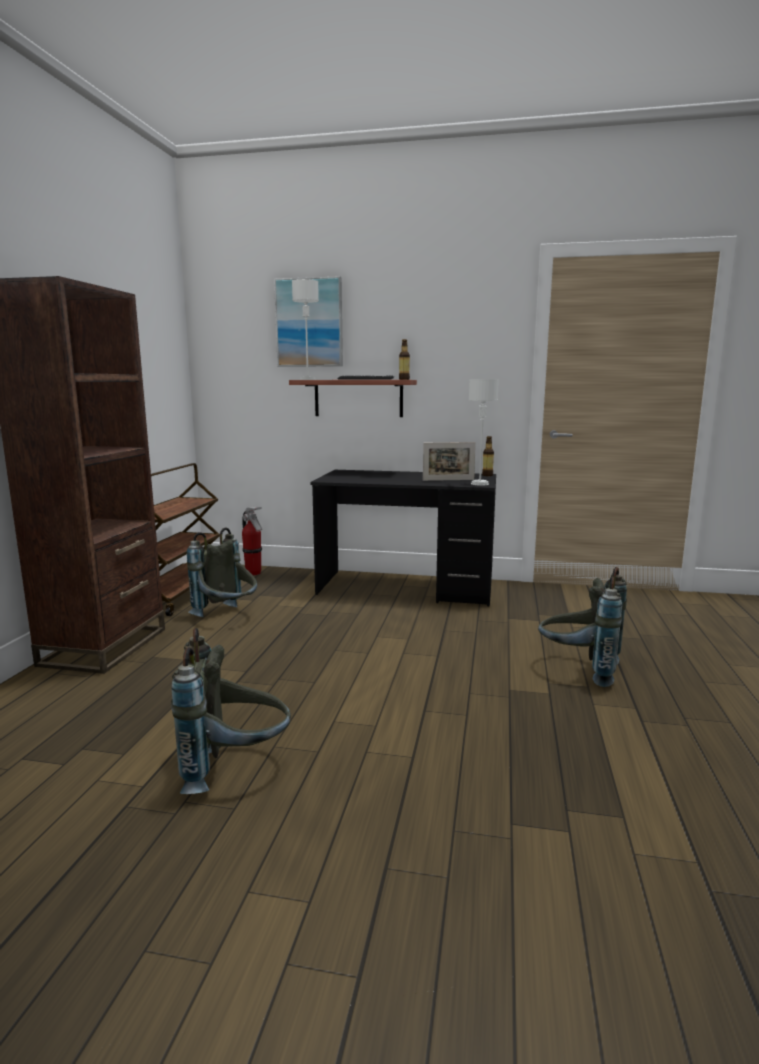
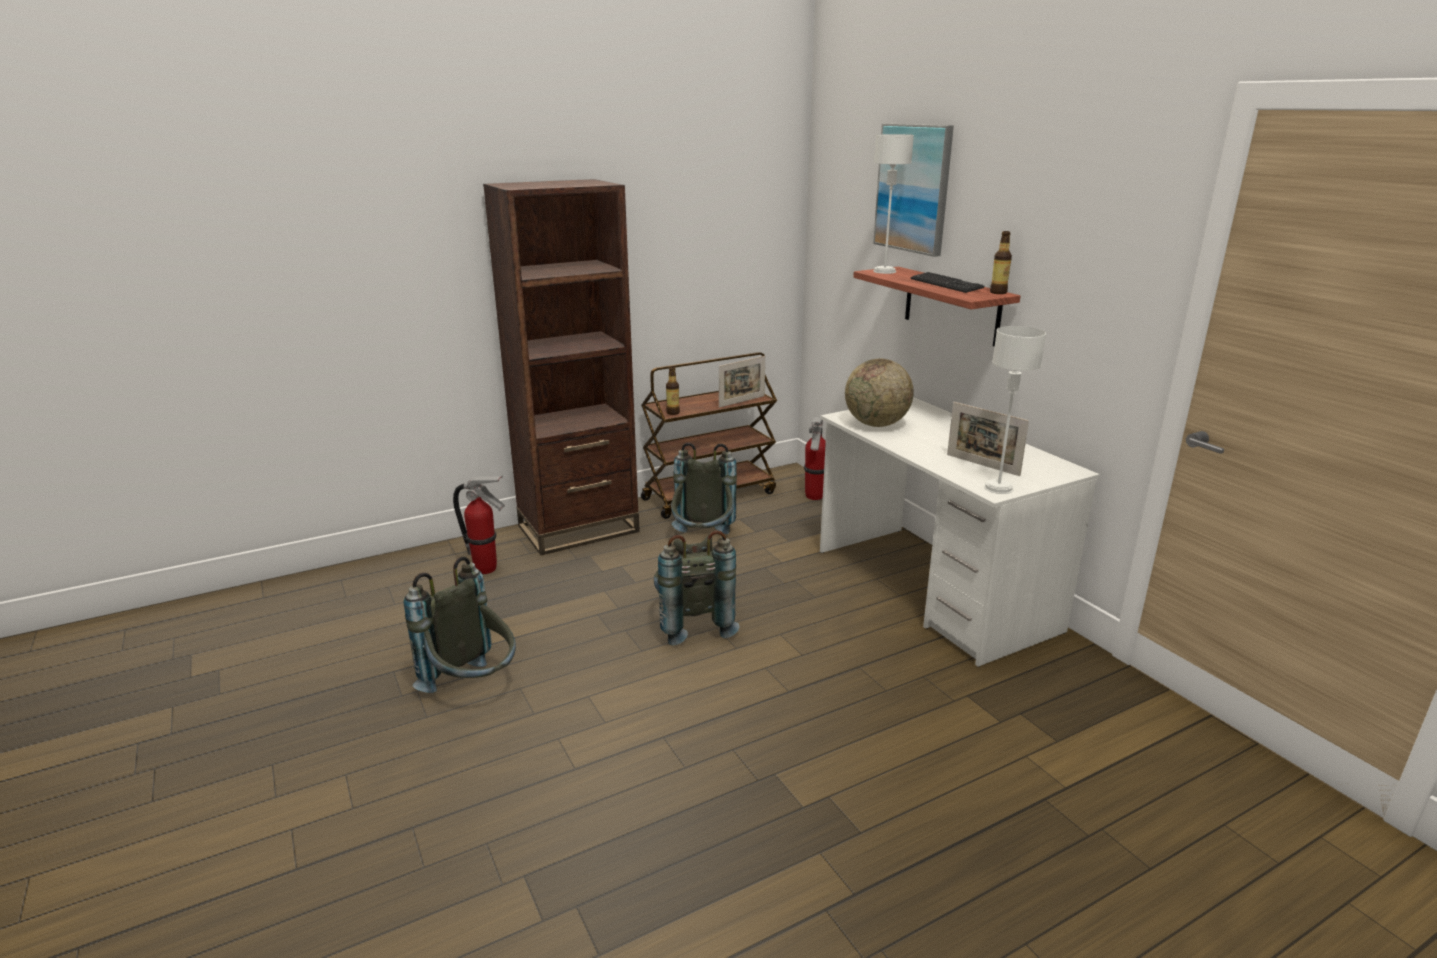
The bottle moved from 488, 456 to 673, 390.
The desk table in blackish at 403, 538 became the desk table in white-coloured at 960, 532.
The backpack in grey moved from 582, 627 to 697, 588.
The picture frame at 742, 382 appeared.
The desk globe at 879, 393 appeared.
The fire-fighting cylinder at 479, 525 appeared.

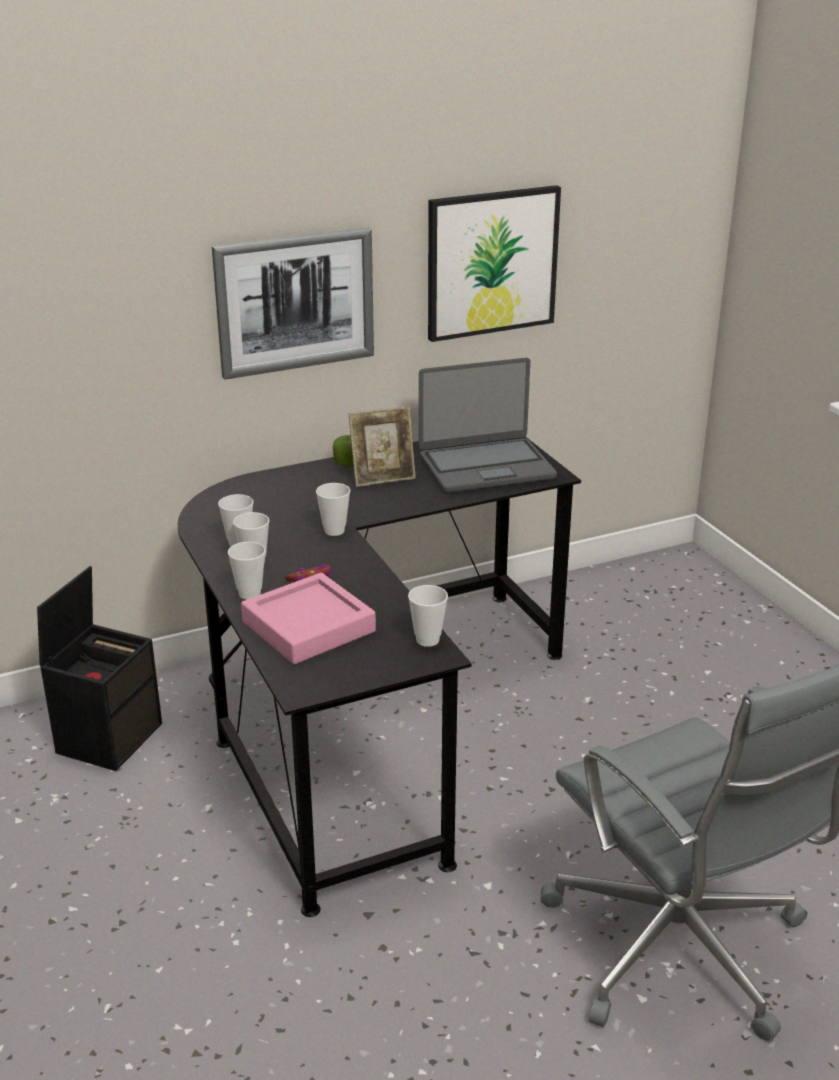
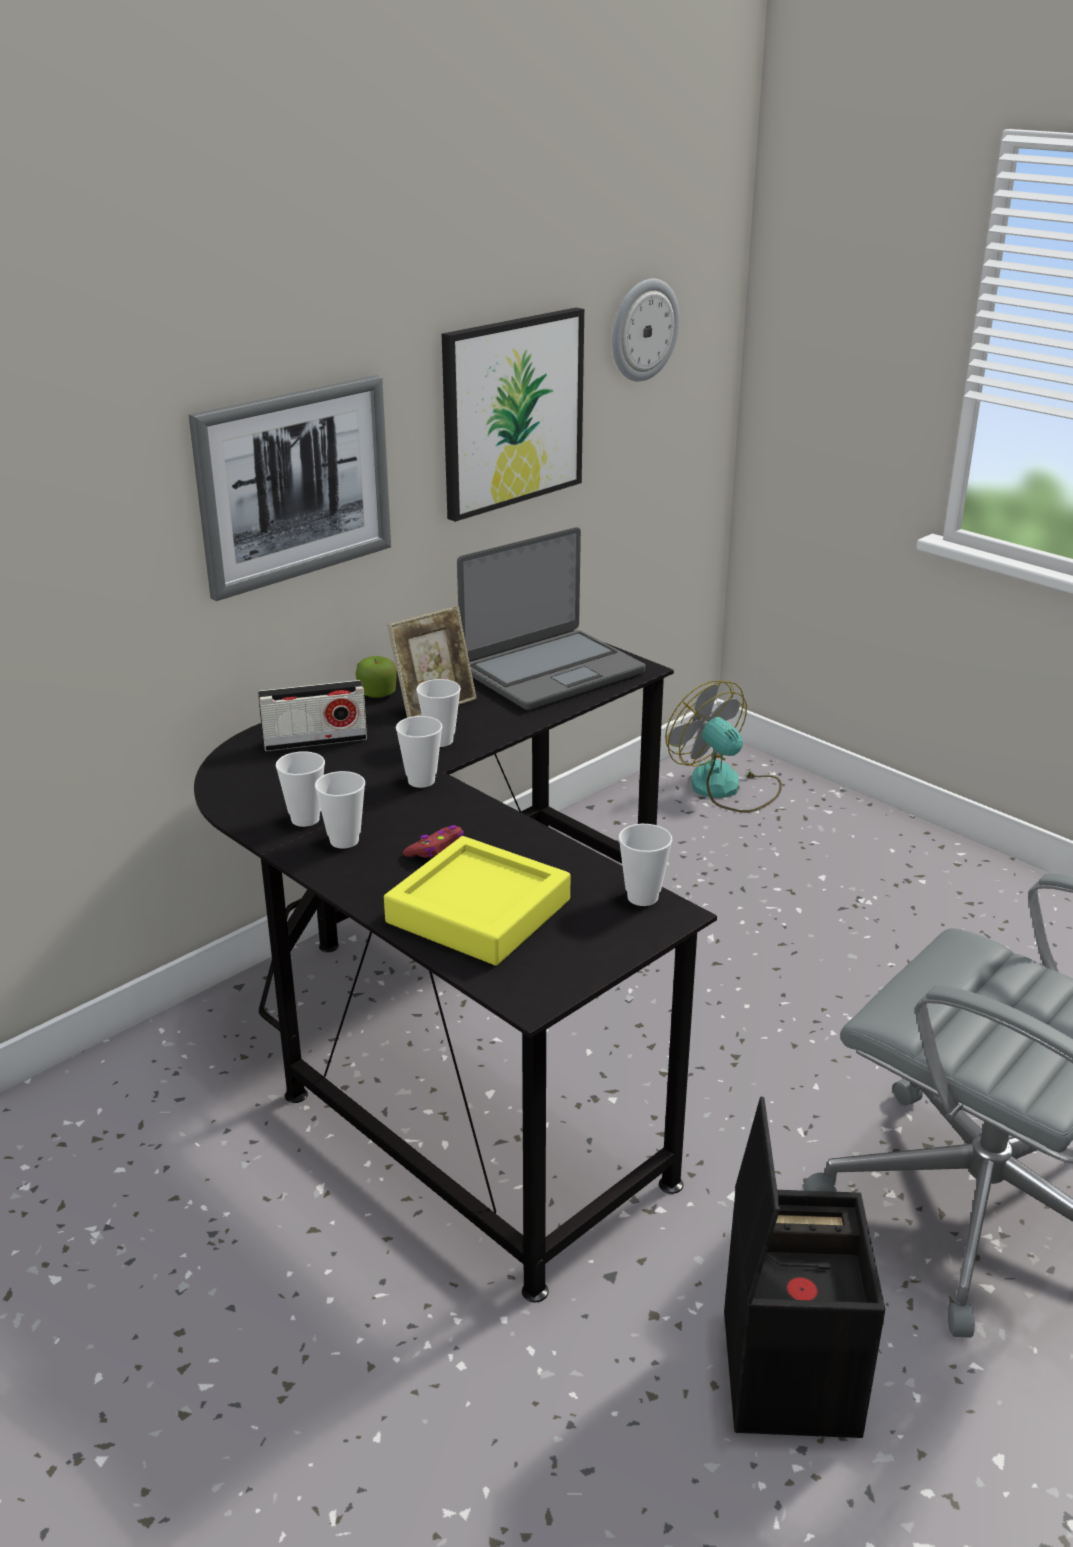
The small cup moved from 247, 570 to 438, 713.
The storage box in blackish moved from 99, 668 to 804, 1267.
The carrying tray in pink at 308, 618 became the carrying tray in yellow-coloured at 477, 901.
The wall clock at 646, 330 appeared.
The radio receiver at 312, 715 appeared.
The electric fan at 723, 746 appeared.

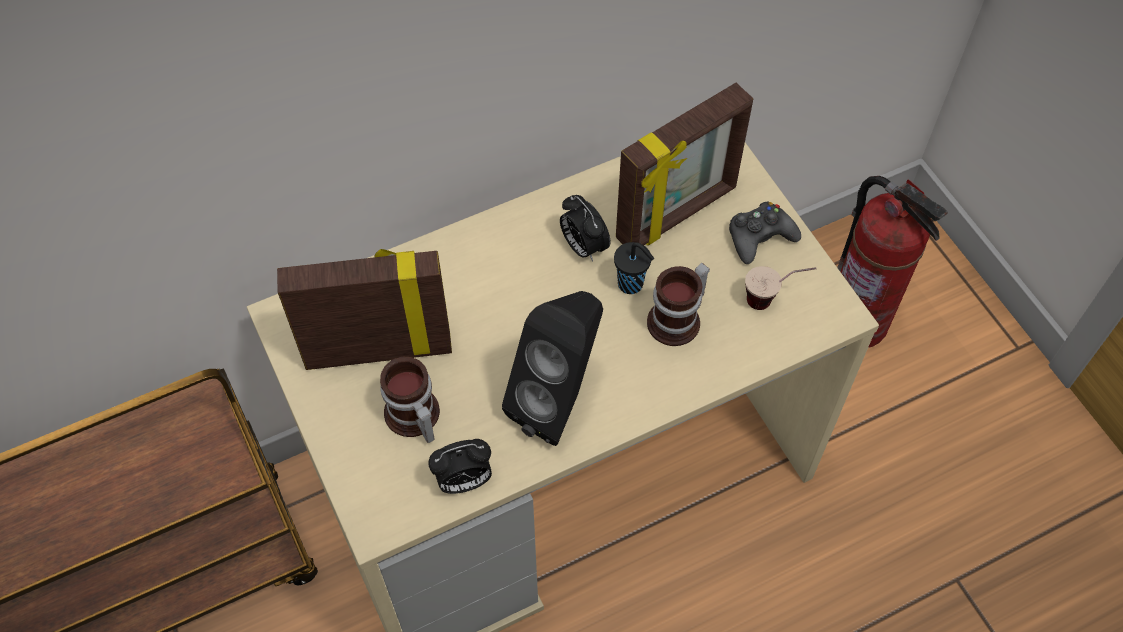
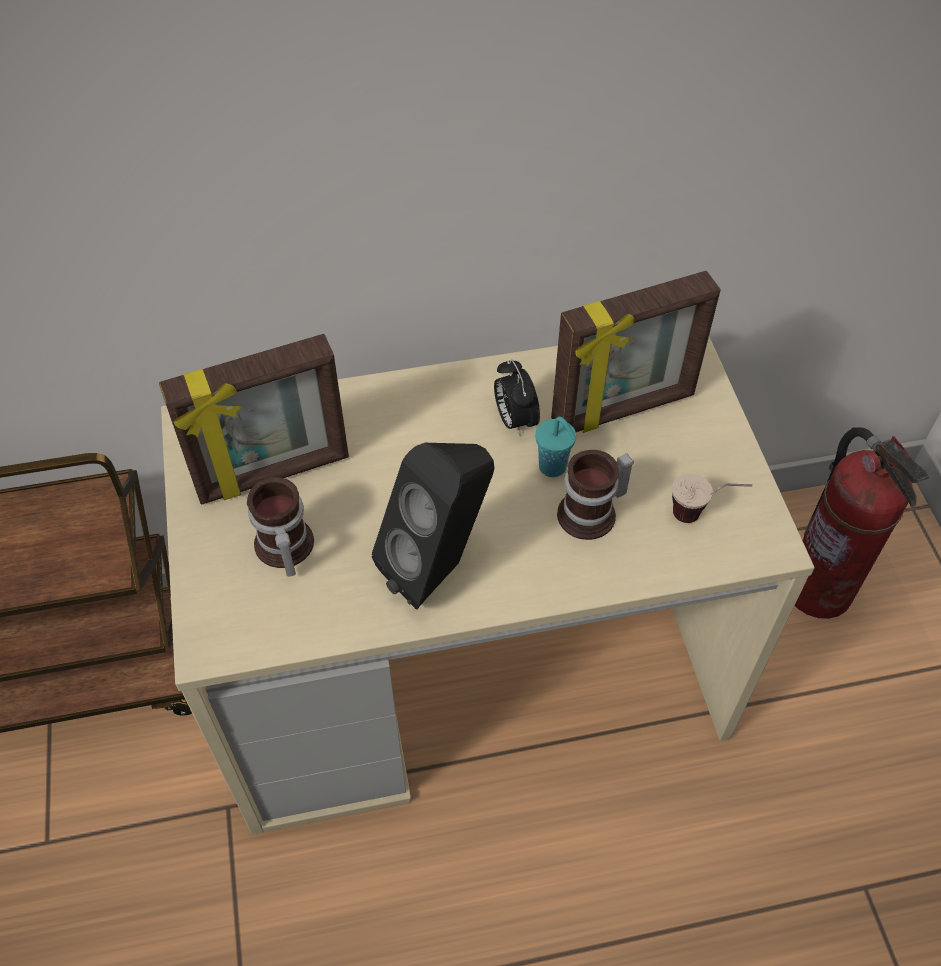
The joypad in blackish at 765, 233 disappeared.
The small cup in blackish at 634, 268 became the small cup in blue-green at 555, 447.
The picture frame at 364, 309 turned 150 degrees clockwise.
The table clock at 460, 466 disappeared.

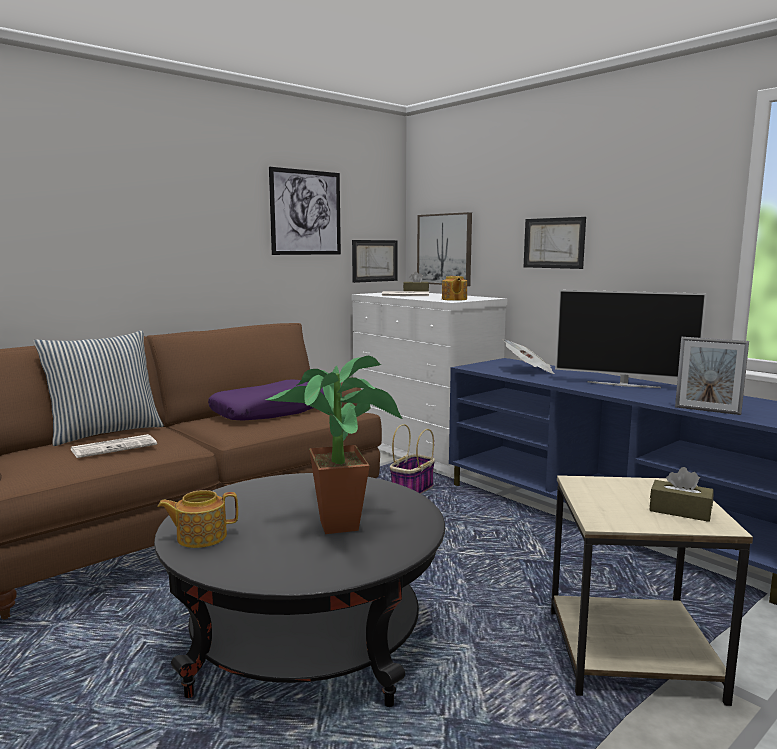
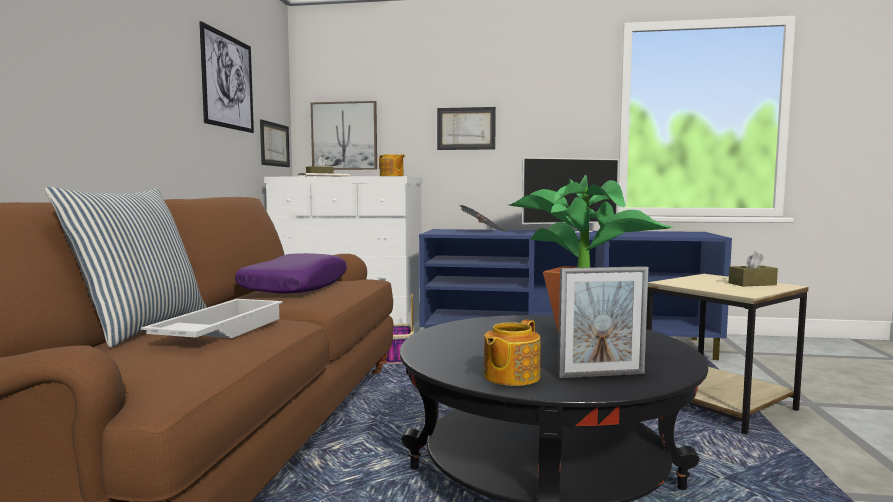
The picture frame moved from 712, 376 to 603, 322.
The printed paper at 113, 446 was replaced by the carrying tray in white-coloured at 212, 318.

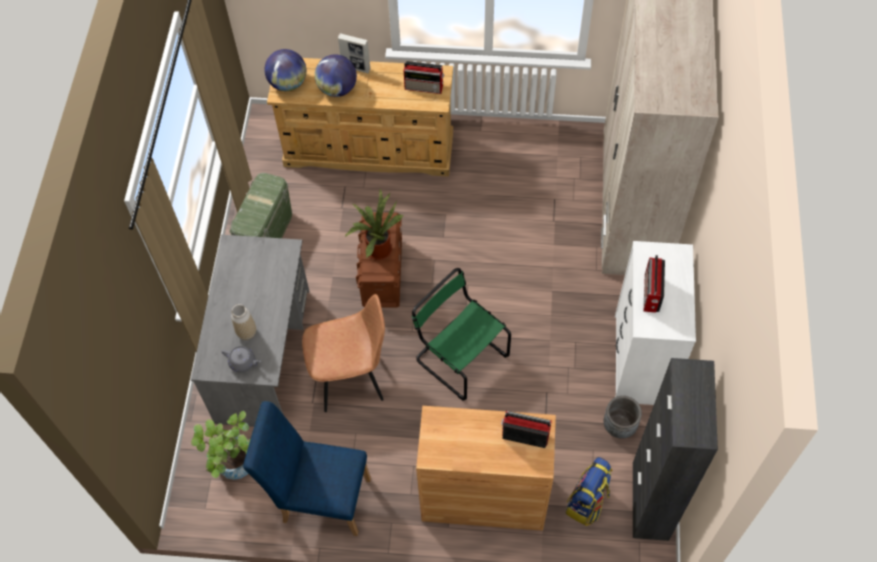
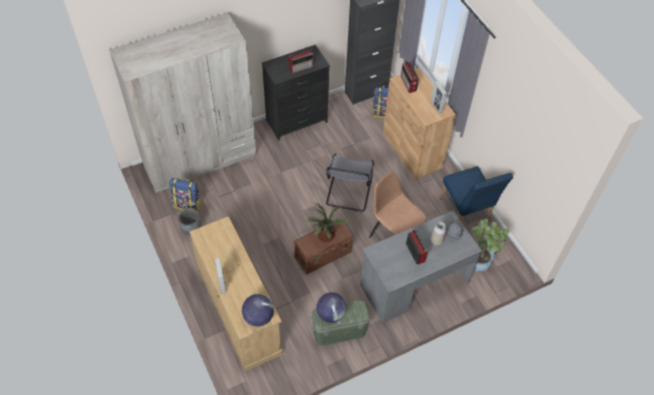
The desk globe moved from 336, 75 to 332, 307.
The radio receiver moved from 424, 77 to 417, 246.
The chest of drawers in white-coloured at 655, 323 became the chest of drawers in blackish at 296, 93.
The chair in green at 461, 334 became the chair in grey at 350, 183.
The flower pot in grey moved from 623, 417 to 189, 221.
The picture frame at 439, 97 appeared.
The backpack at 185, 194 appeared.

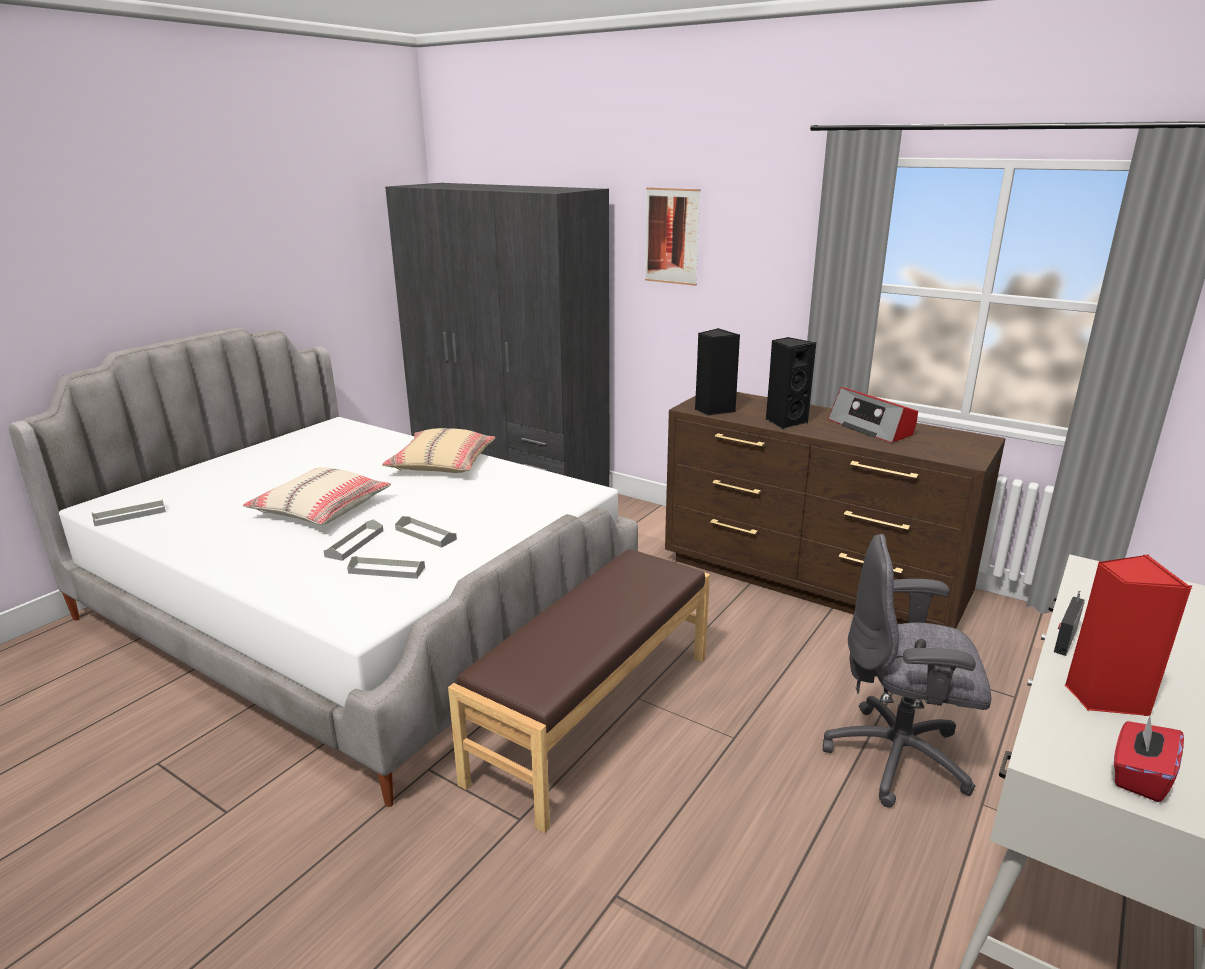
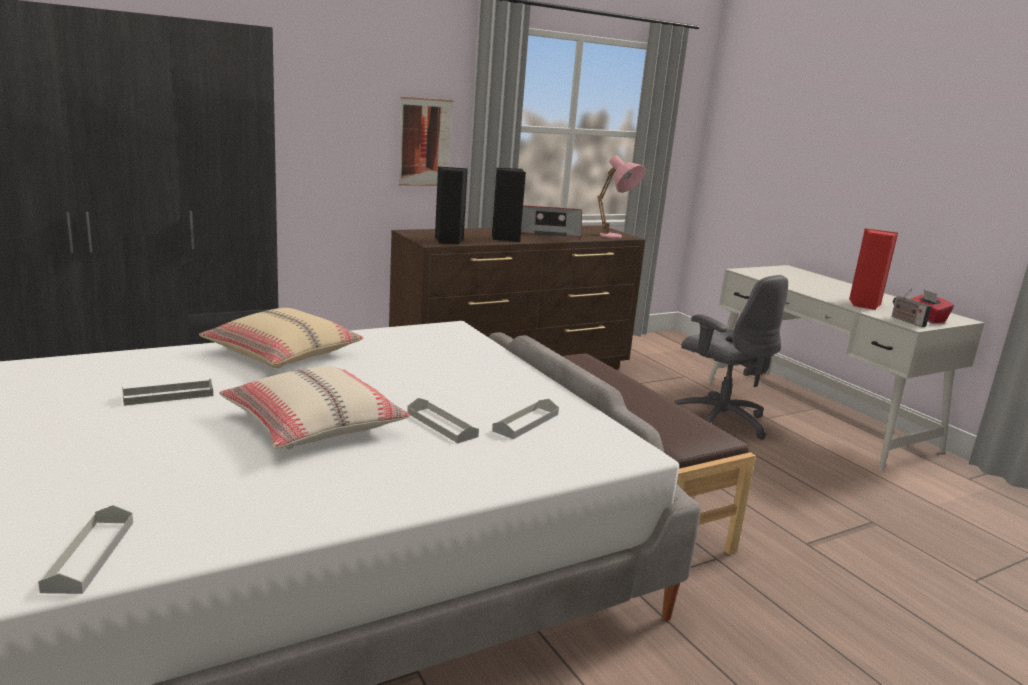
The picture moved from 673, 236 to 426, 141.
The carrying tray in grey moved from 426, 532 to 167, 392.
The computer chair in grey at 907, 671 turned 75 degrees counterclockwise.
The radio receiver moved from 1069, 623 to 911, 308.
The lamp for a table in pink at 621, 197 appeared.

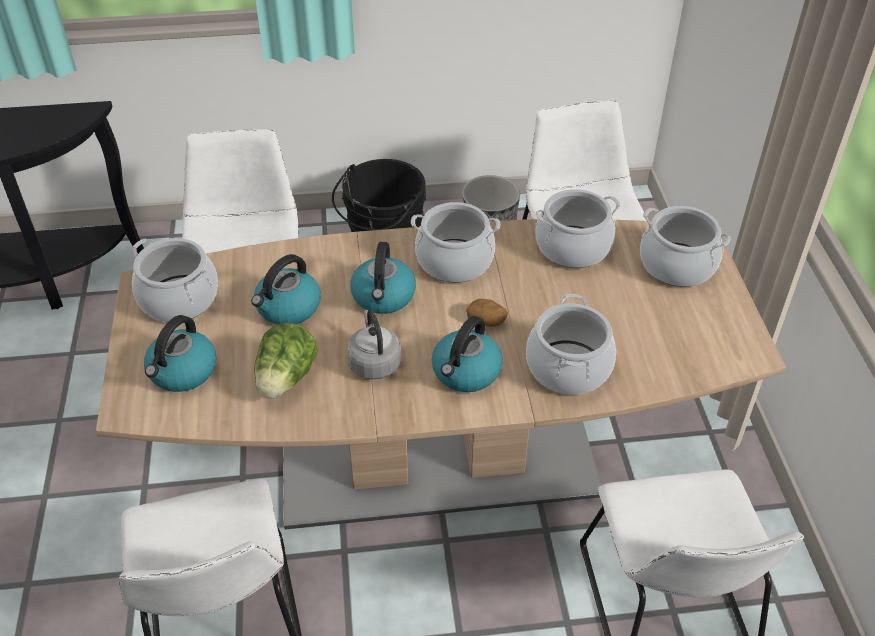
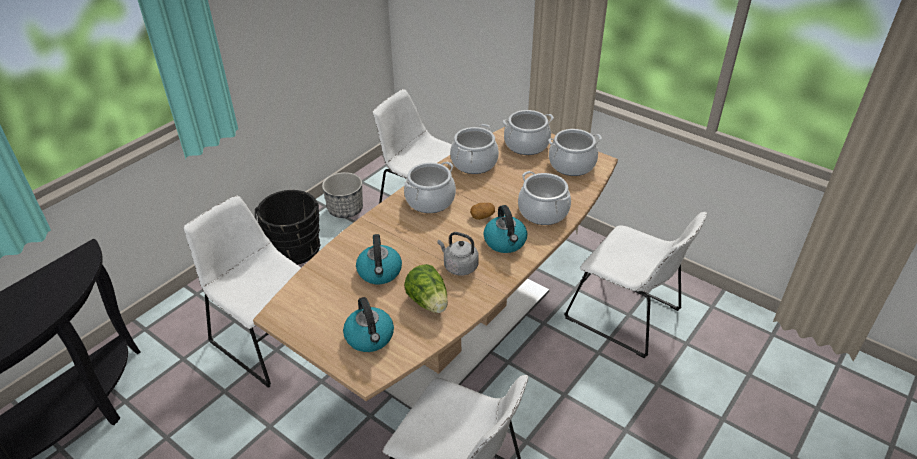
The cooking pot moved from 175, 280 to 575, 152.
The water kettle at 383, 278 disappeared.

